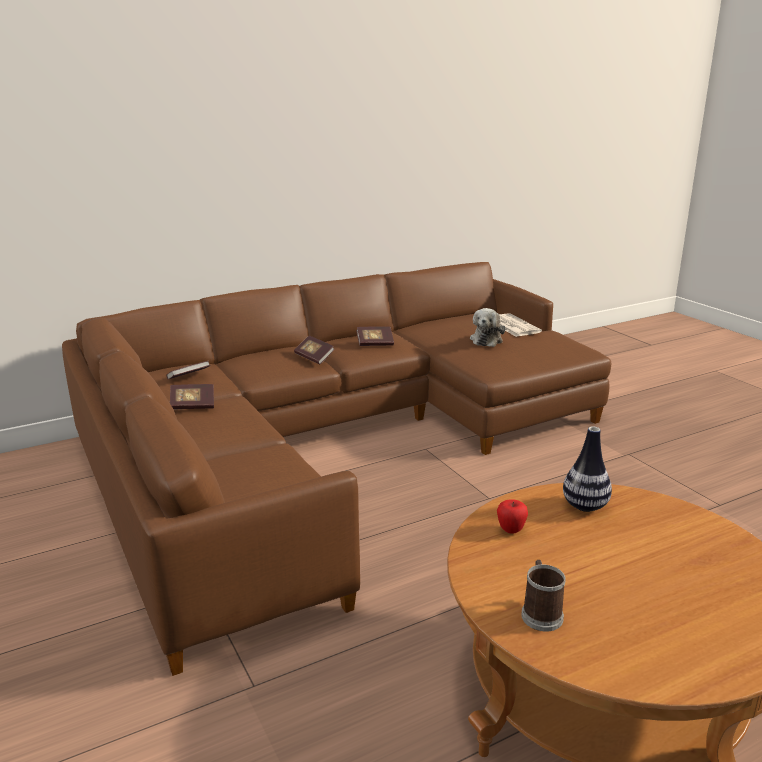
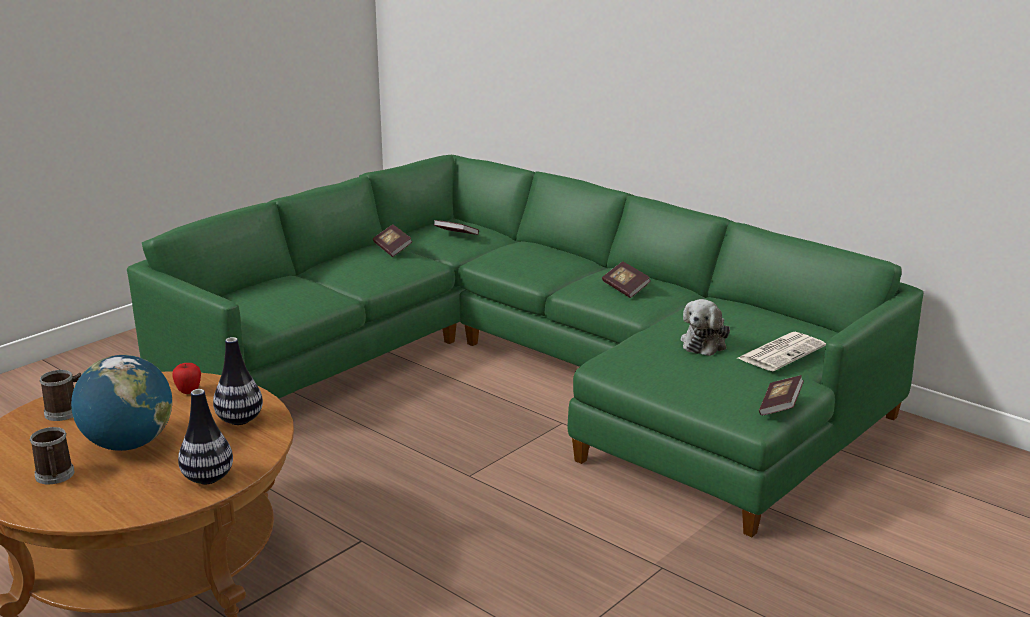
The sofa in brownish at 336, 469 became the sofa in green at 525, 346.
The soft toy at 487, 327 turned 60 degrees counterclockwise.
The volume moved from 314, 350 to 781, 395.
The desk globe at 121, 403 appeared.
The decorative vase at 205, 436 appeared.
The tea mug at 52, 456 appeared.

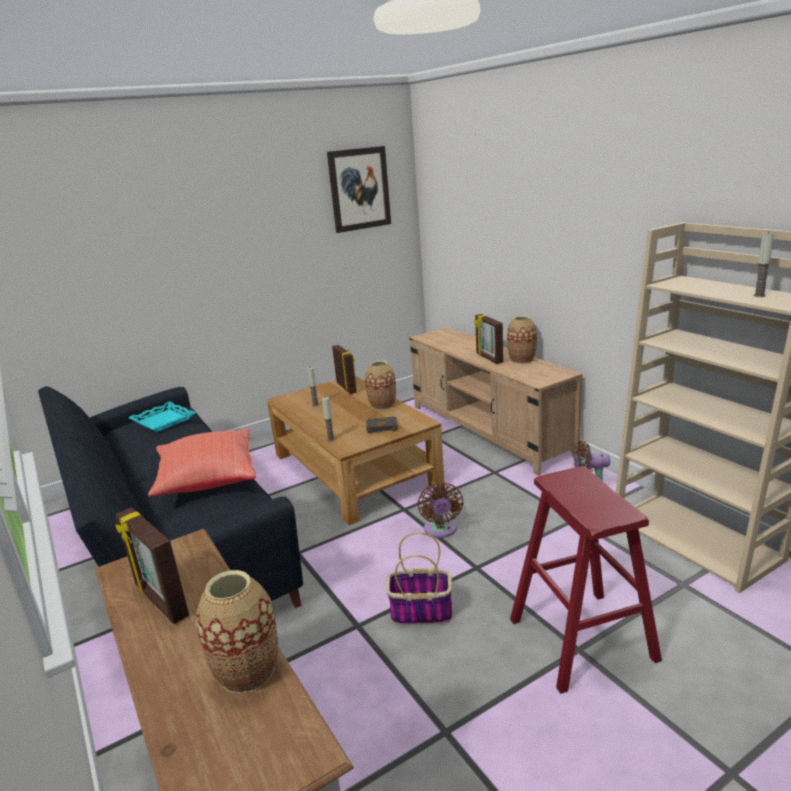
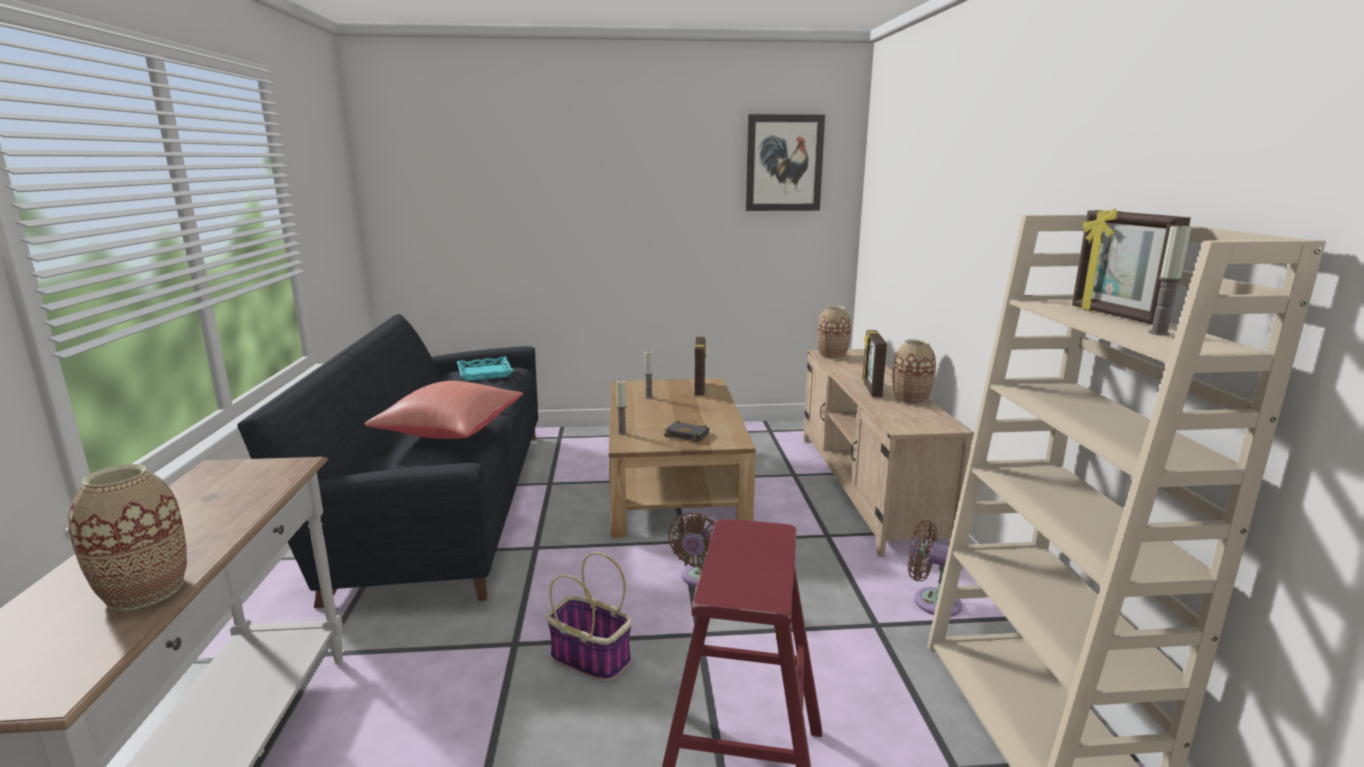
The decorative vase moved from 380, 385 to 834, 332.
The picture frame moved from 152, 565 to 1131, 266.

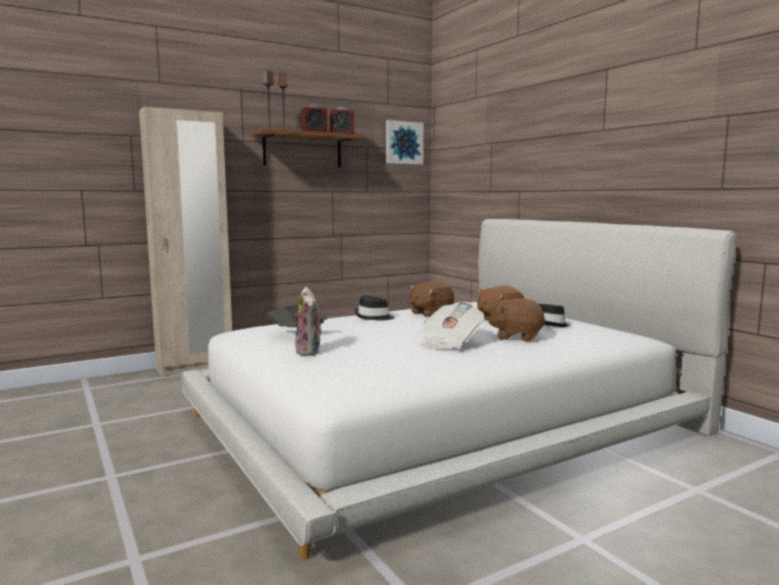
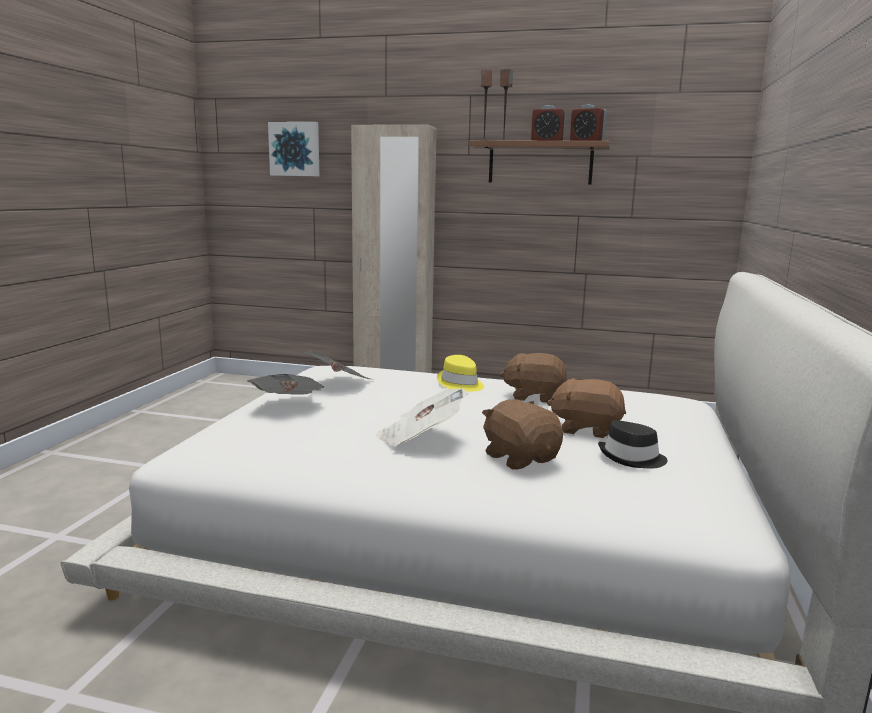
The picture moved from 404, 142 to 293, 149.
The soft toy at 309, 321 was replaced by the printed paper at 285, 384.
The clothing hat in blackish at 374, 307 became the clothing hat in yellow-coloured at 460, 373.

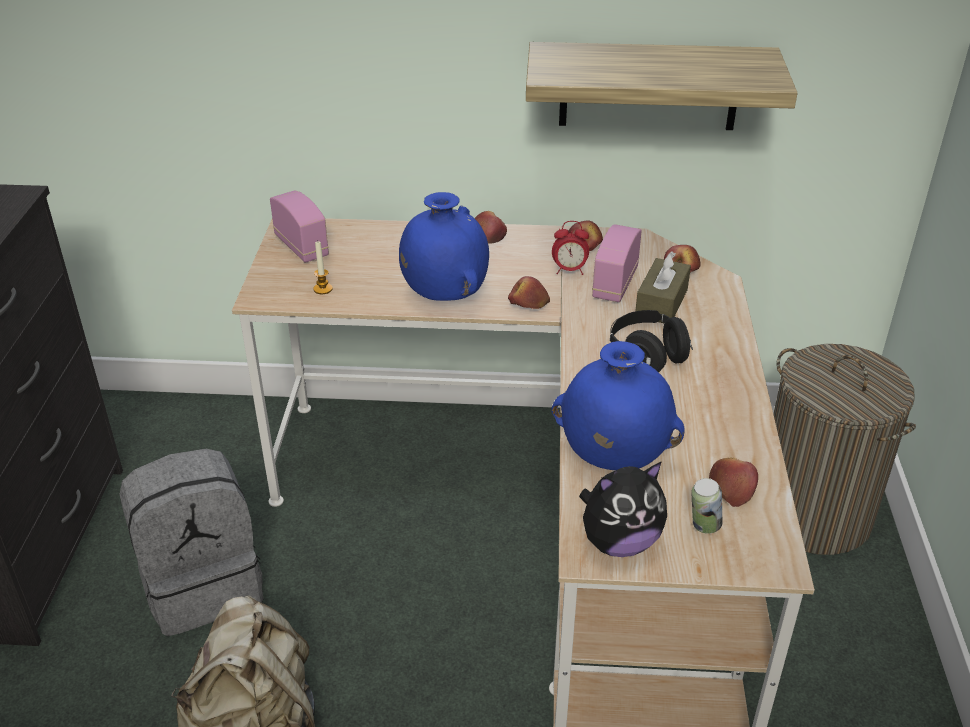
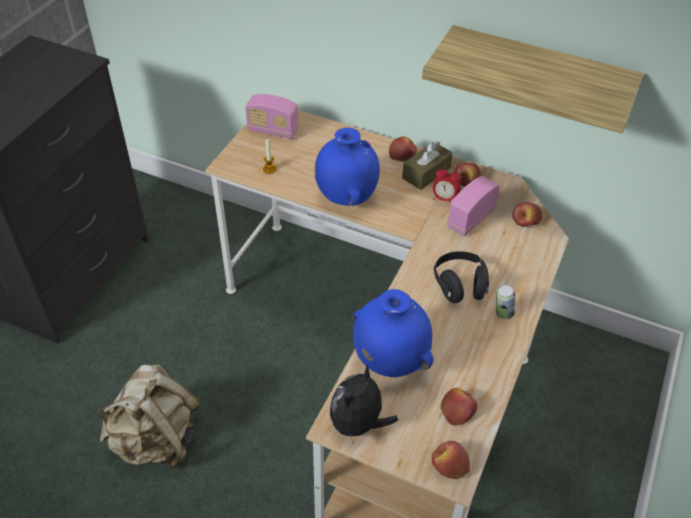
The radio receiver at 299, 227 turned 120 degrees clockwise.
The box of tissues in brownish moved from 663, 287 to 427, 165.
The apple fruit moved from 529, 292 to 451, 460.
The hamper at 844, 449 disappeared.
The backpack in grey at 192, 542 disappeared.
The soft toy at 623, 509 turned 120 degrees clockwise.
The can moved from 706, 506 to 505, 302.

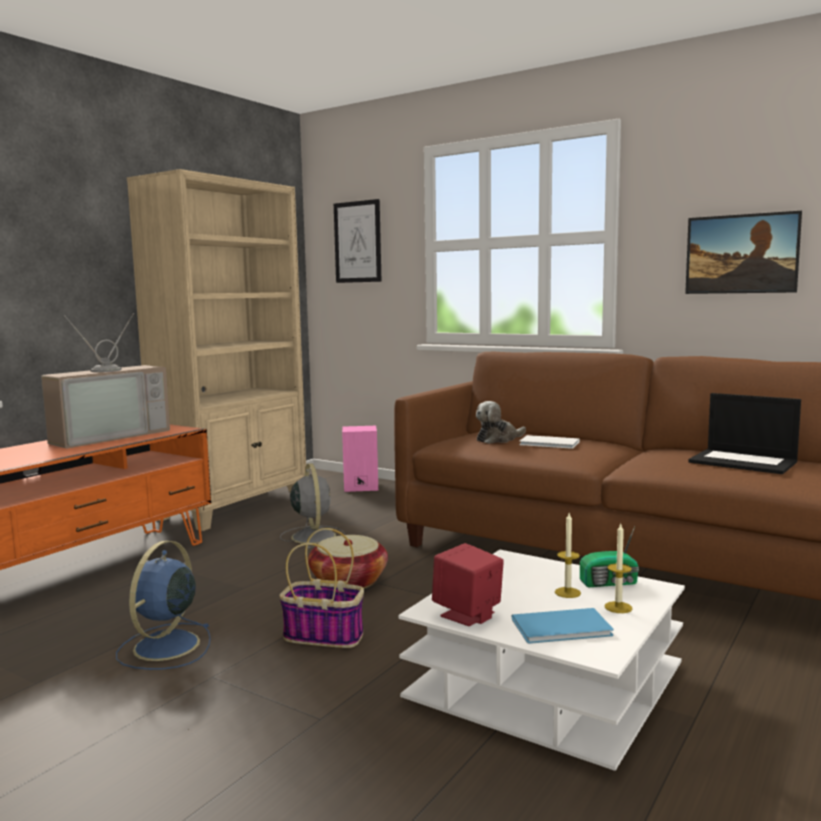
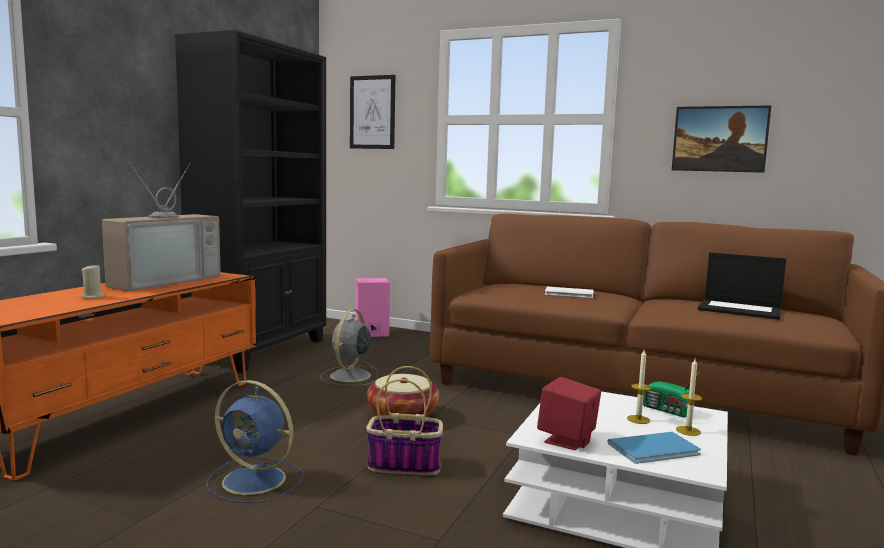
The shelving unit in beige-coloured at 216, 350 became the shelving unit in blackish at 250, 201.
The soft toy at 501, 422 disappeared.
The electric fan in grey at 312, 506 turned 135 degrees counterclockwise.
The radio receiver at 609, 556 turned 60 degrees clockwise.
The electric fan in blue at 163, 605 turned 75 degrees counterclockwise.
The wax candle in beige-coloured at 93, 282 appeared.

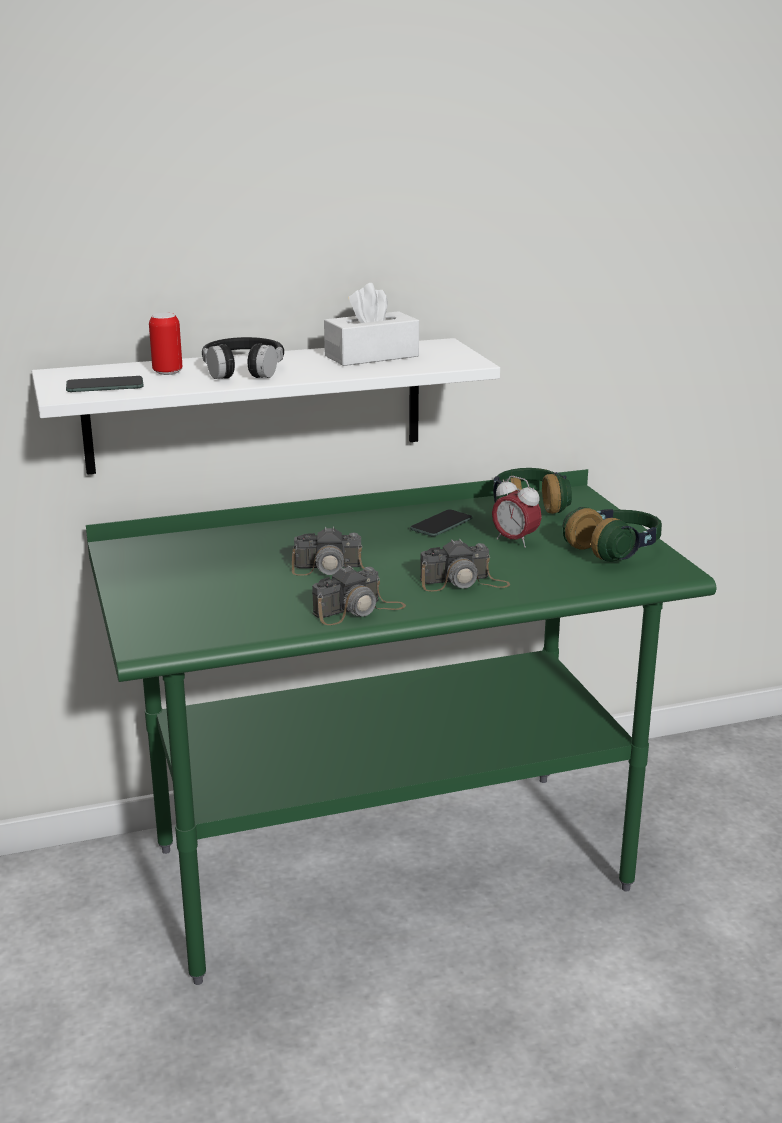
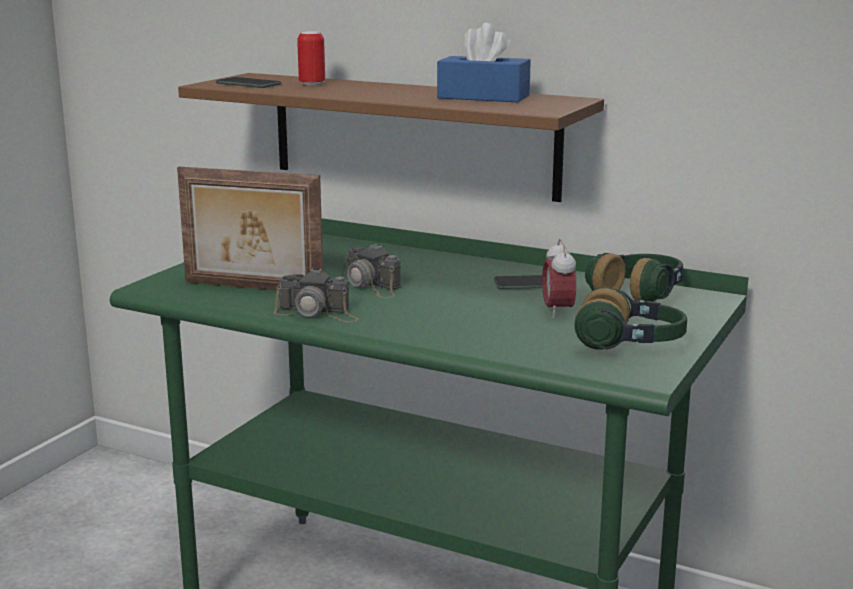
The box of tissues in white-coloured at 371, 324 became the box of tissues in blue at 483, 62.
The headset in blackish at 243, 358 disappeared.
The wall shelf in white-coloured at 266, 406 became the wall shelf in brownish at 391, 137.
The photo camera at 465, 565 disappeared.
The picture frame at 250, 228 appeared.

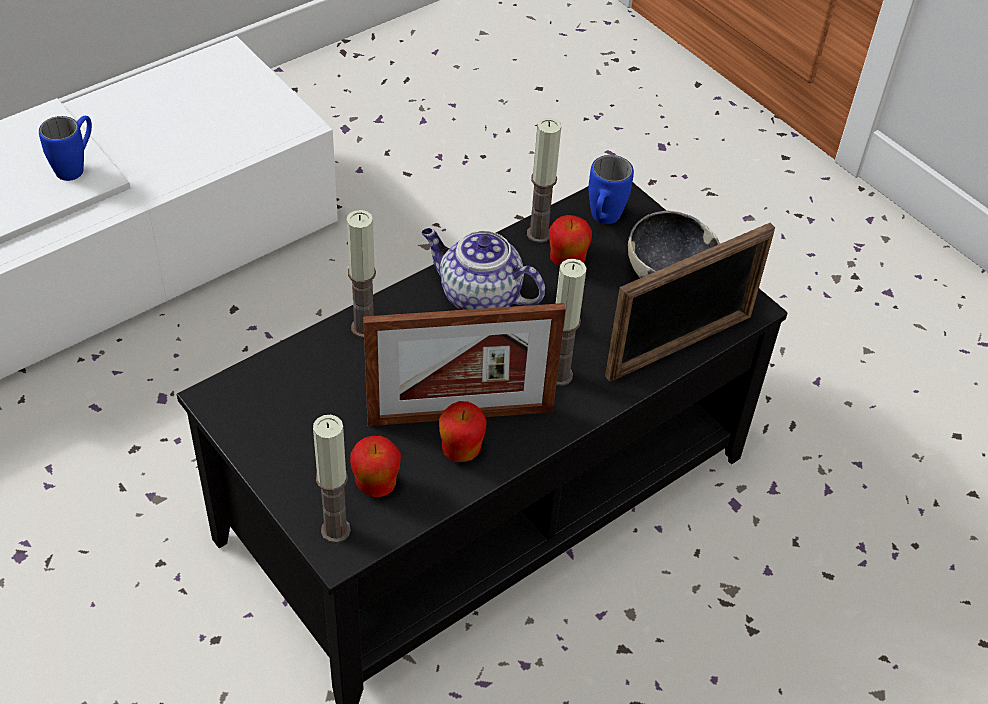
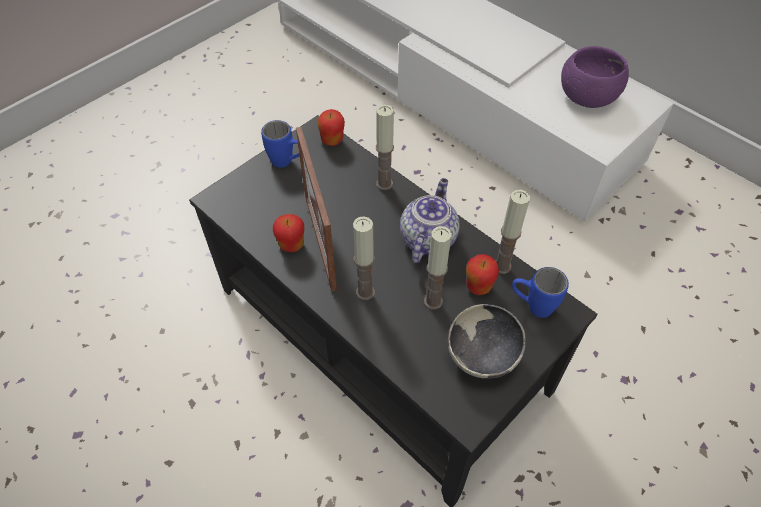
The tea mug in blue moved from 65, 148 to 280, 144.
The picture frame at 690, 302 disappeared.
The wax candle moved from 332, 479 to 438, 268.
The apple fruit moved from 375, 466 to 331, 127.
The serving bowl in purple at 595, 77 appeared.

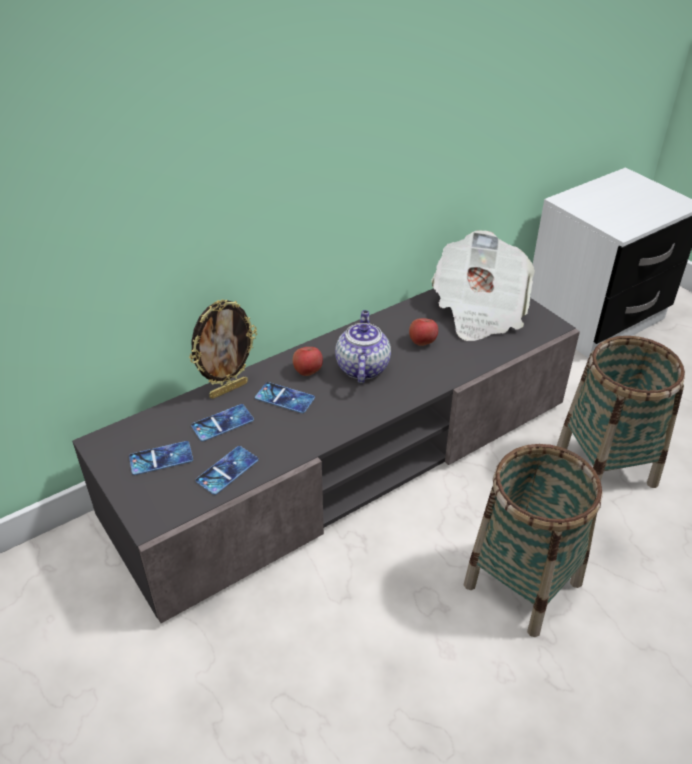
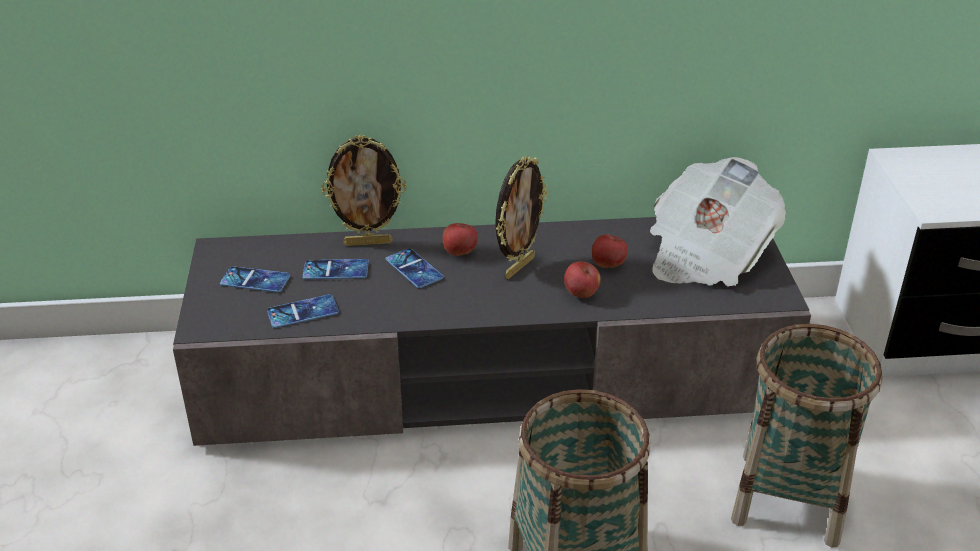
The teapot at 363, 346 was replaced by the picture frame at 521, 217.
The apple fruit at 582, 280 appeared.

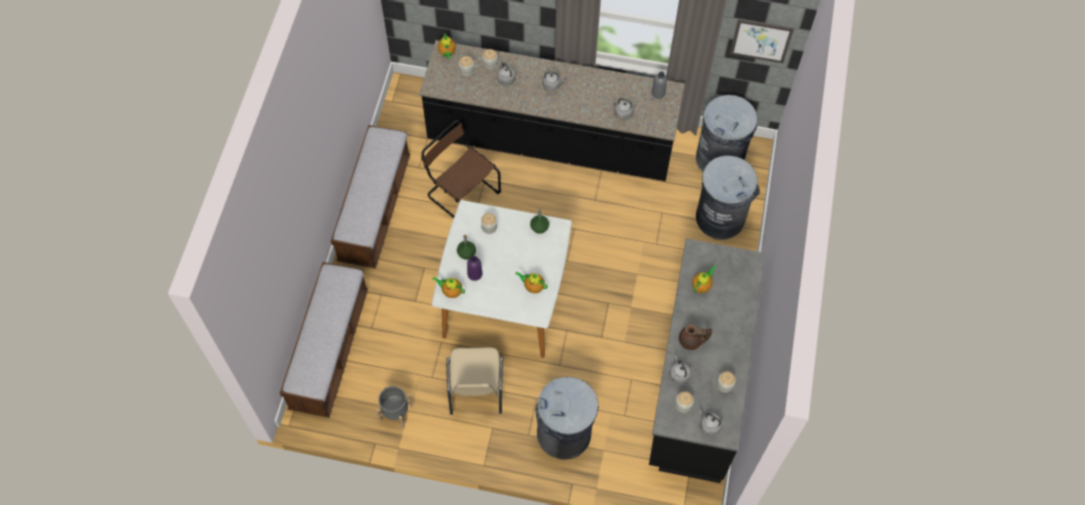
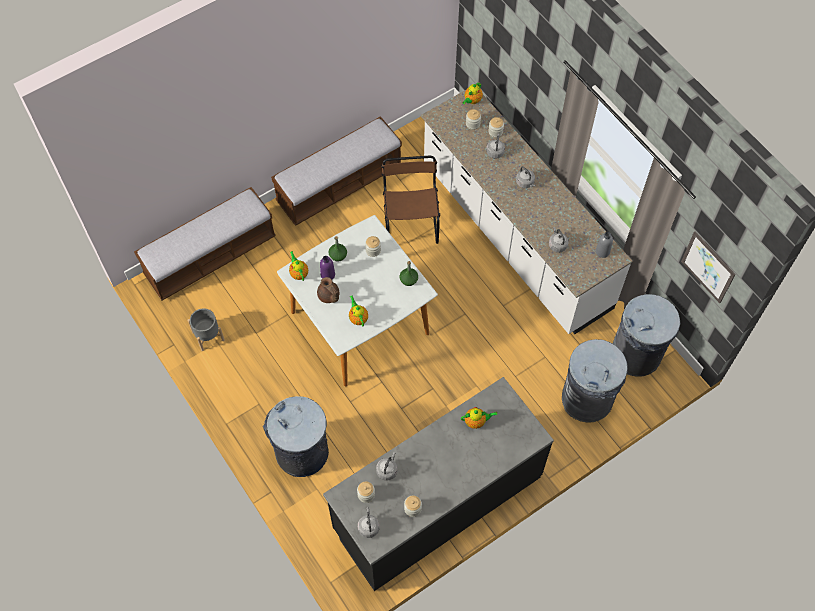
The counter in blackish at 552, 110 became the counter in white-coloured at 527, 212.
The teapot in brownish moved from 695, 337 to 328, 290.
The chair in beige-coloured at 474, 381 disappeared.

